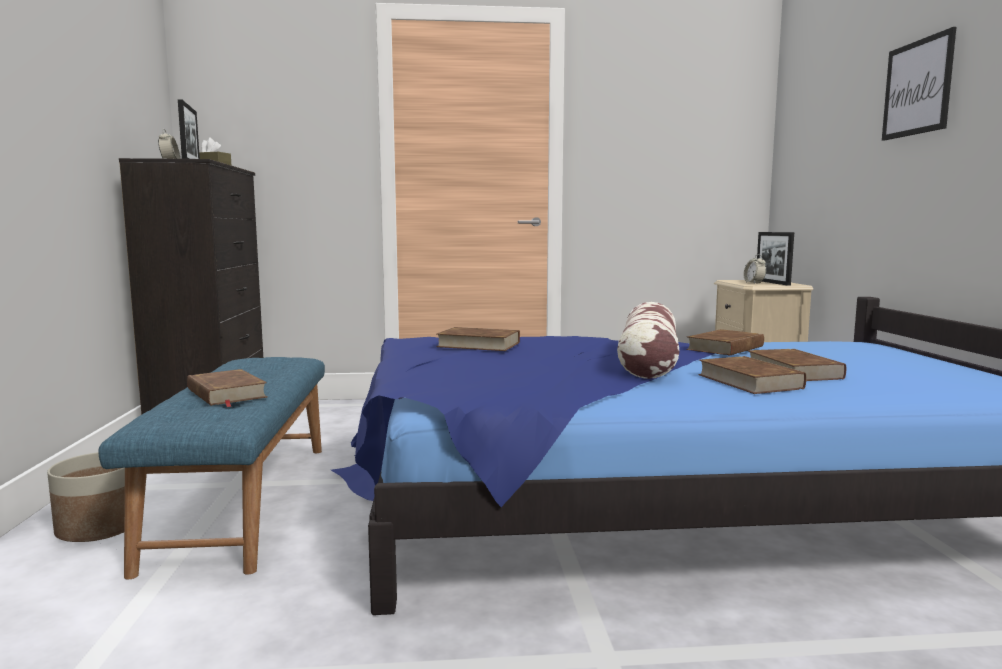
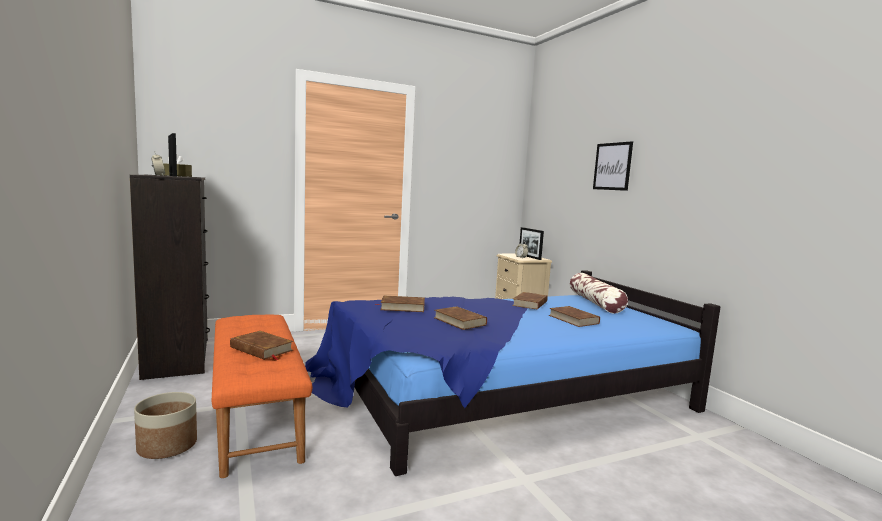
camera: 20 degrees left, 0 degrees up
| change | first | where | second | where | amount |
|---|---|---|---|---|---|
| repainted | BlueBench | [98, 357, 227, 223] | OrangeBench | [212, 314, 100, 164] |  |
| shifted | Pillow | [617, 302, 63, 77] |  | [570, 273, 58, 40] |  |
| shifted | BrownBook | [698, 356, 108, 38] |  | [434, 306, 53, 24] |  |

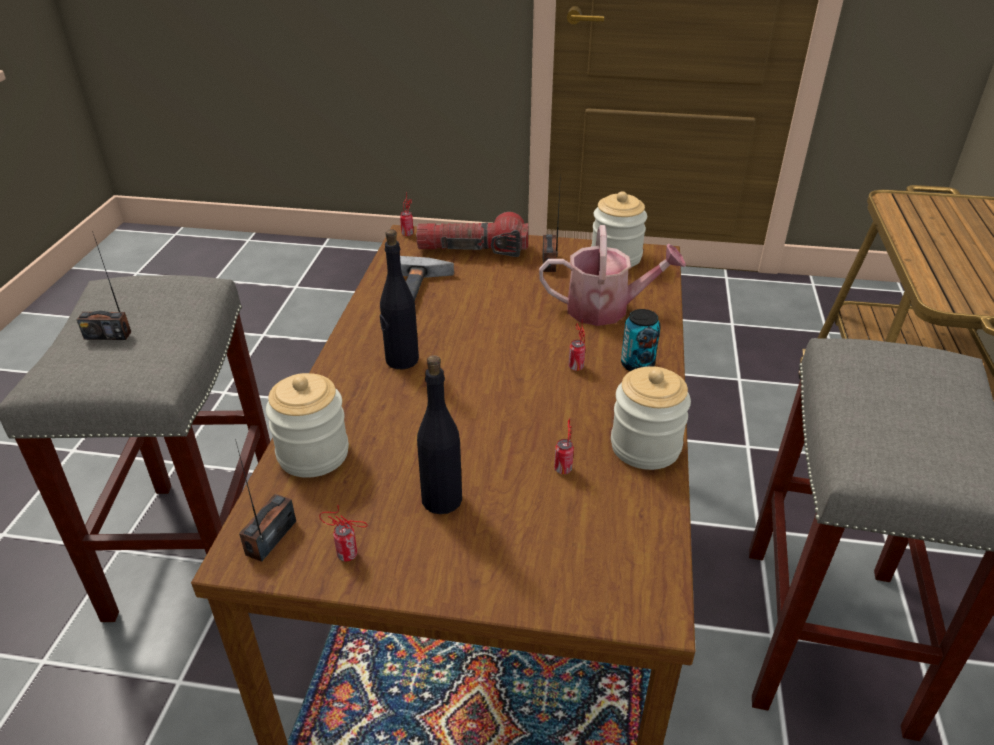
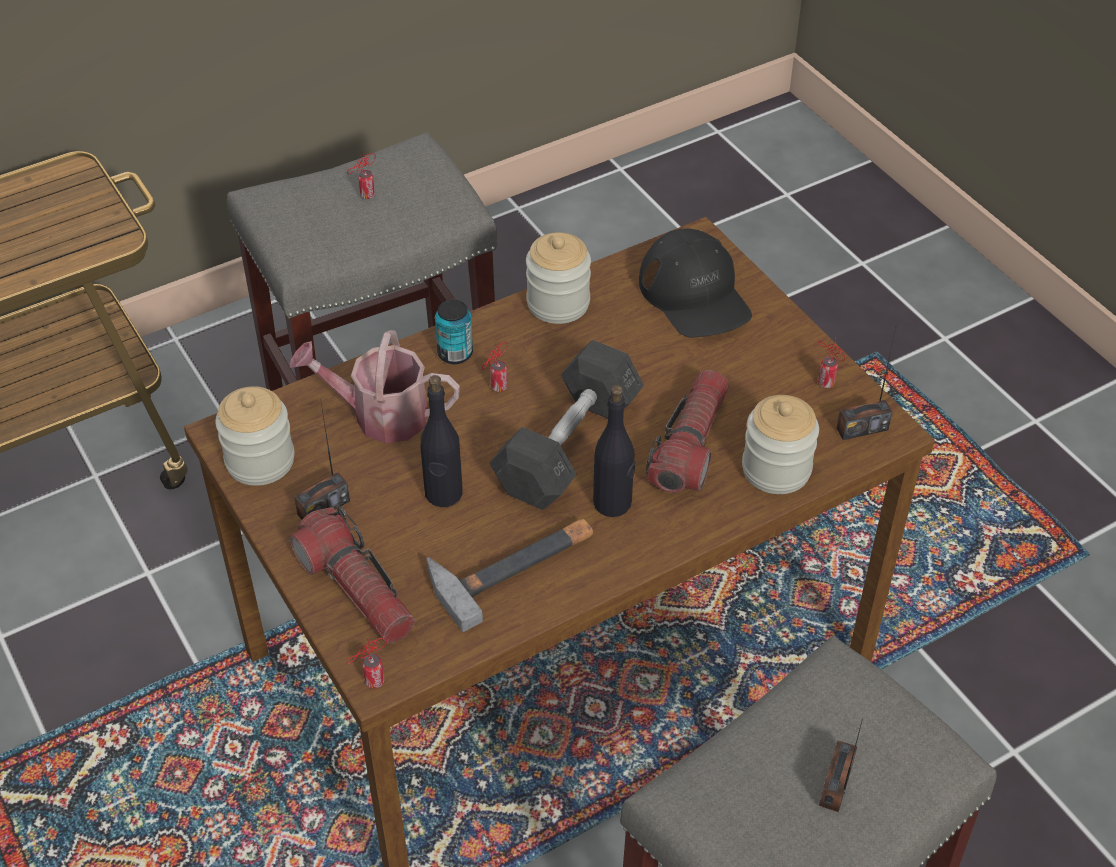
camera: 130 degrees left, 10 degrees up
| change | first | where | second | where | amount |
|---|---|---|---|---|---|
| rotated | Radio | [77, 231, 54, 109] |  | [819, 719, 44, 93] | 120 degrees counterclockwise |
| shifted | BlackBottle | [417, 355, 45, 159] |  | [421, 375, 42, 132] |  |
| rotated | WateringCan | [539, 225, 147, 101] |  | [290, 330, 170, 113] | 45 degrees counterclockwise |
| shifted | Can | [554, 418, 20, 56] |  | [347, 150, 29, 49] |  |
| new |  |  | GreyDumbbell | [489, 340, 155, 170] |  |
| new |  |  | BlackCap | [639, 229, 113, 108] |  |
| new |  |  | Flashlight | [646, 370, 83, 123] |  |

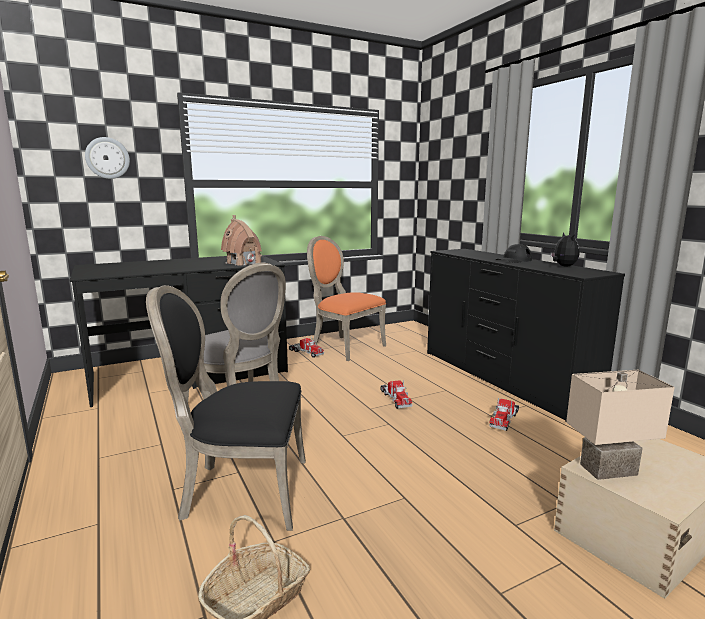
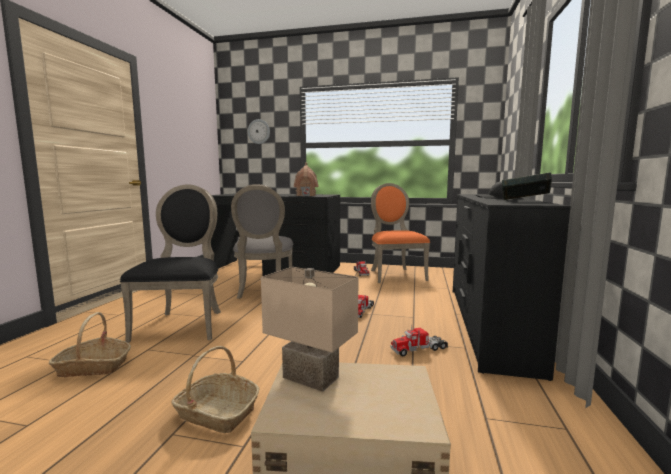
camera: 40 degrees right, 5 degrees down
| change | first | where | second | where | amount |
|---|---|---|---|---|---|
| rotated | BlackChair | [146, 285, 160, 246] |  | [120, 184, 101, 159] | 45 degrees clockwise |
| swapped | PlushToy | [550, 233, 29, 34] | Book | [502, 173, 50, 27] |  |
| new |  |  | Basket | [171, 346, 89, 87] |  |

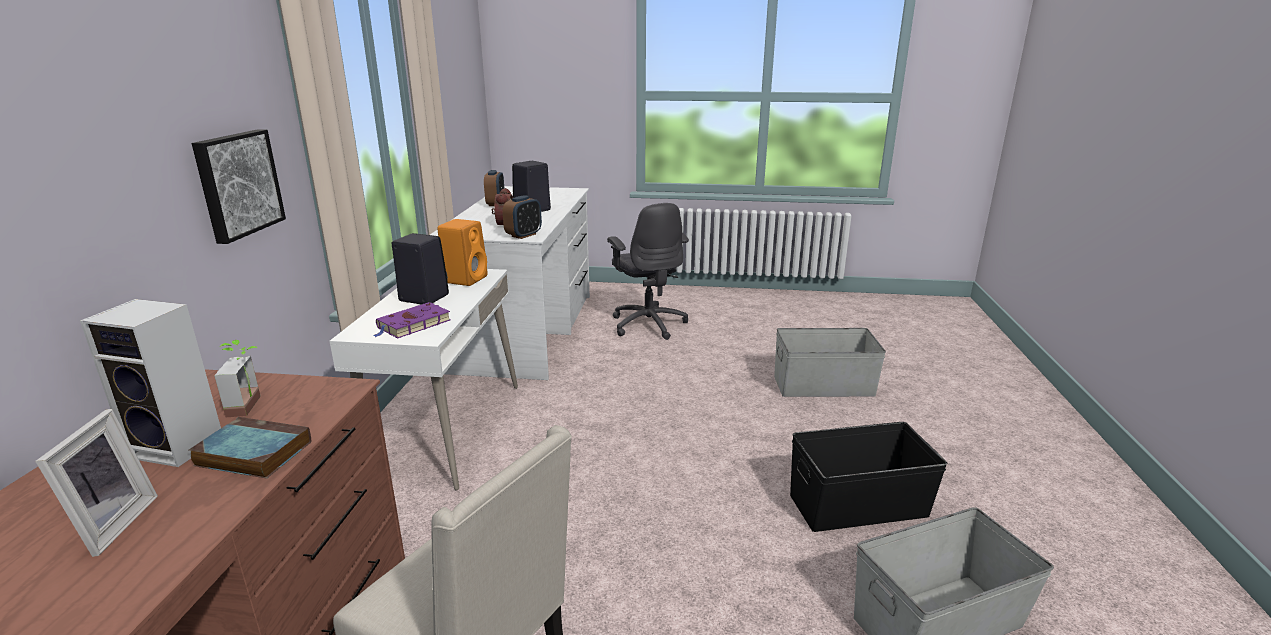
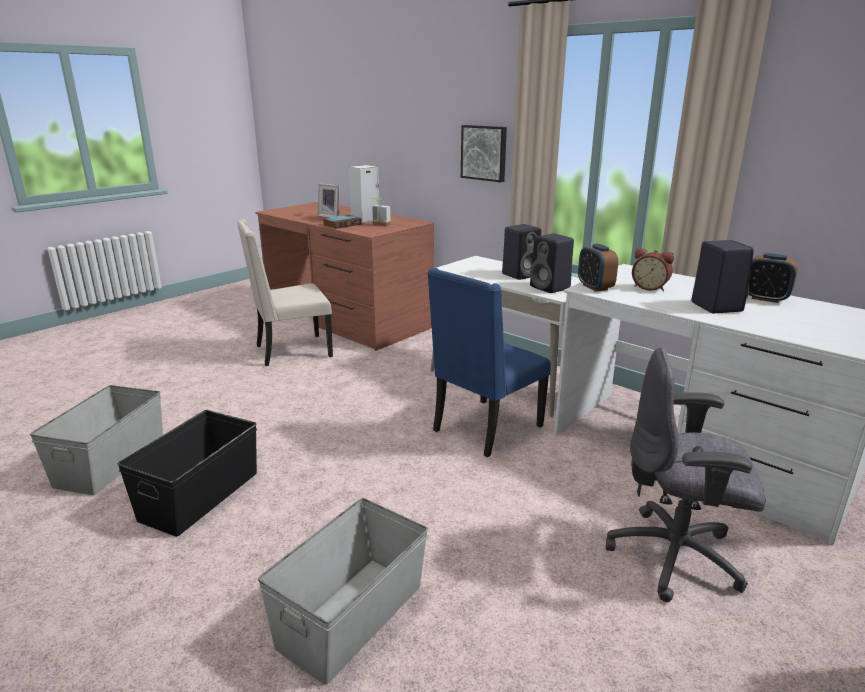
camera: 125 degrees right, 0 degrees up
| change | first | where | second | where | amount |
|---|---|---|---|---|---|
| gone | PurpleBook | [373, 302, 78, 36] |  |  |  |
| repainted | OrangeSpeaker | [437, 219, 51, 67] | BlackSpeaker | [530, 233, 44, 60] |  |
| new |  |  | BlueChair | [427, 268, 124, 189] |  |

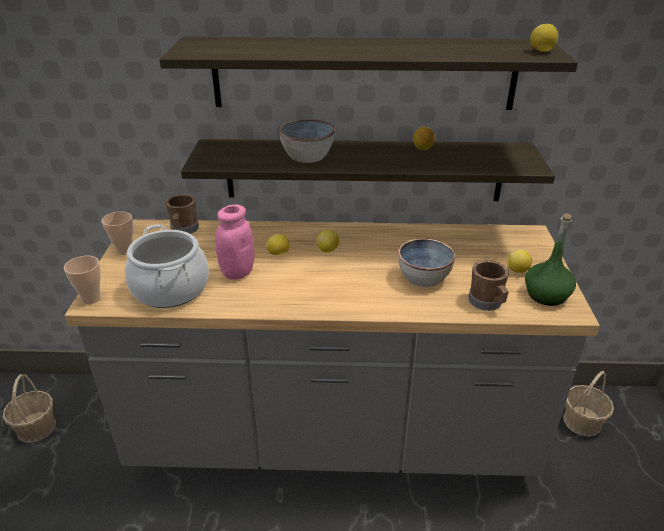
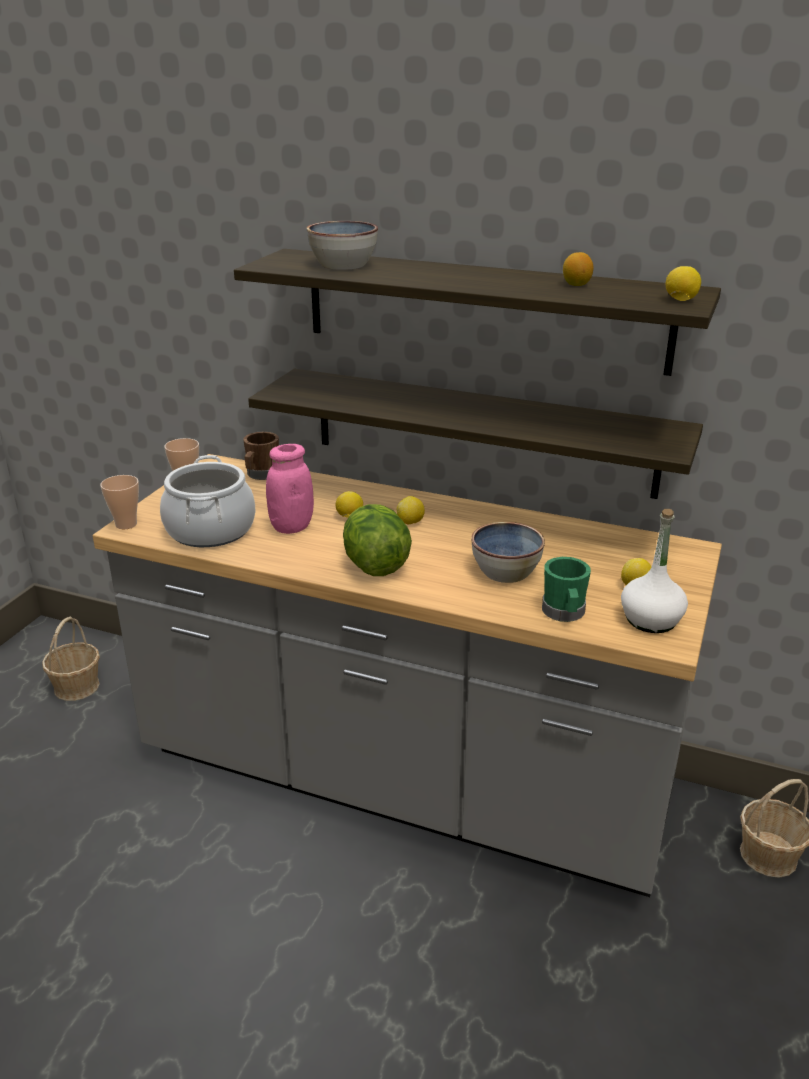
camera: 20 degrees right, 5 degrees down
| change | first | where | second | where | amount |
|---|---|---|---|---|---|
| shifted | Bowl | [279, 119, 56, 44] |  | [307, 221, 71, 49] |  |
| shifted | Lemon | [413, 127, 22, 24] |  | [563, 252, 30, 34] |  |
| repainted | BrownMug | [468, 260, 41, 51] | GreenMug | [542, 557, 49, 65] |  |
| repainted | GreenBottle | [525, 213, 51, 93] | WhiteBottle | [621, 509, 67, 124] |  |
| new |  |  | Lettuce | [343, 504, 69, 72] |  |

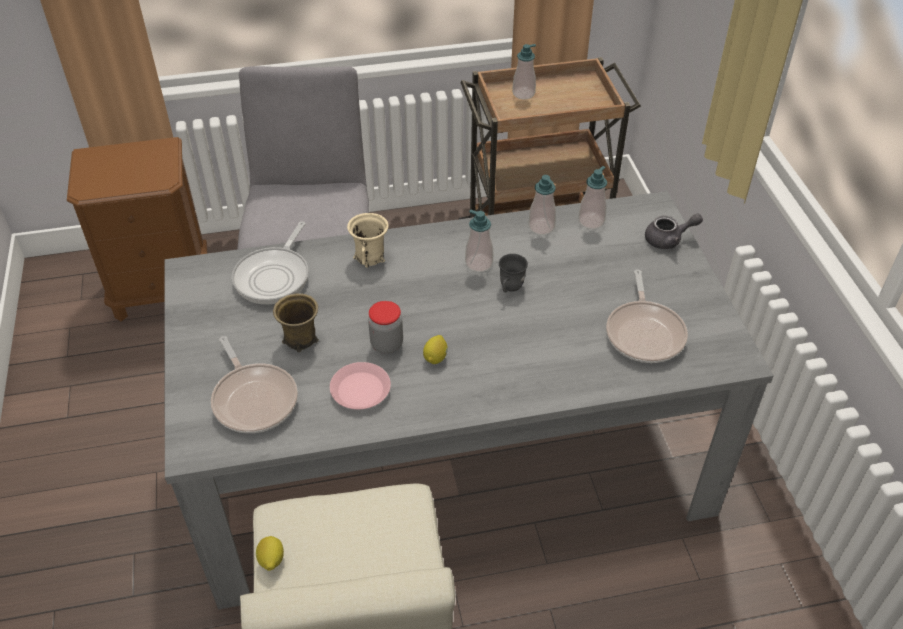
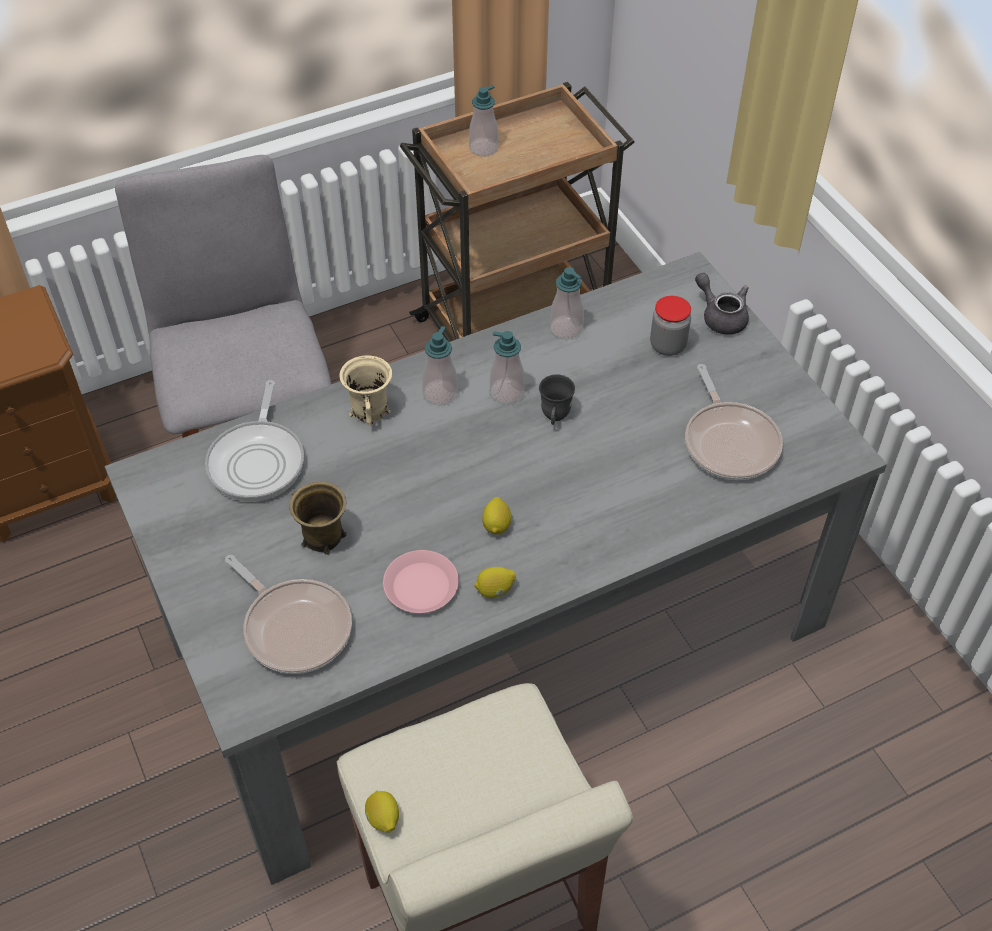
camera: 15 degrees left, 5 degrees up
| change | first | where | second | where | amount |
|---|---|---|---|---|---|
| shifted | Jar | [368, 301, 35, 53] |  | [650, 296, 41, 60] |  |
| shifted | SoapDispenser | [578, 166, 29, 63] |  | [422, 326, 36, 79] |  |
| rotated | GreyTeapot | [645, 213, 58, 36] |  | [695, 273, 54, 62] | 105 degrees counterclockwise |
| new |  |  | Lemon | [474, 567, 42, 31] |  |

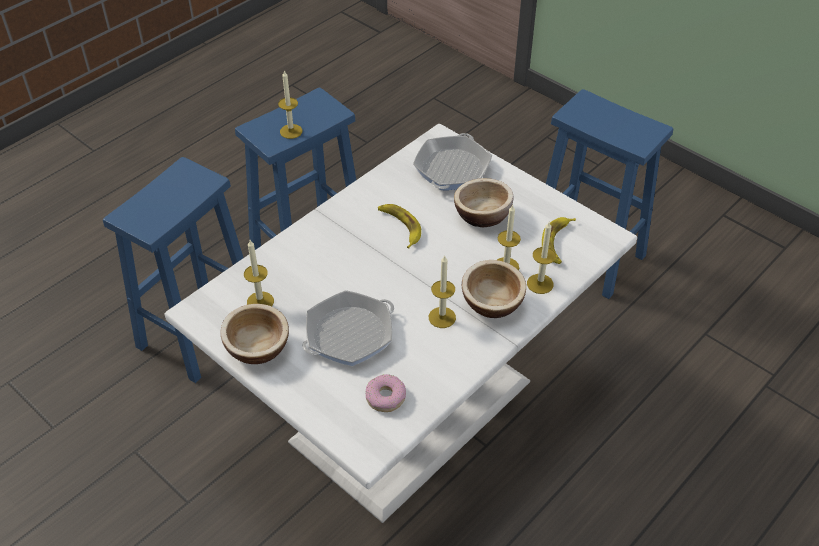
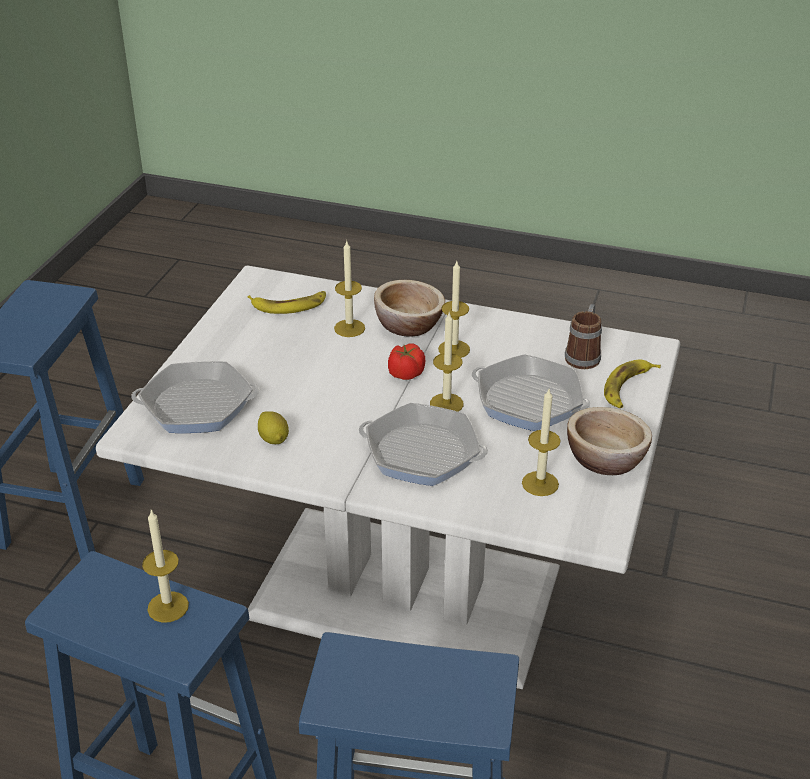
camera: 115 degrees left, 10 degrees down
| change | first | where | second | where | amount |
|---|---|---|---|---|---|
| swapped | Donut | [366, 374, 40, 38] | Mug | [565, 304, 37, 65] |  |
| shifted | Banana | [378, 204, 43, 44] |  | [604, 359, 57, 49] |  |
| gone | Bowl | [454, 178, 59, 49] |  |  |  |
| shifted | Candle | [527, 222, 29, 72] |  | [430, 313, 34, 99] |  |
| new |  |  | Lemon | [258, 411, 31, 33] |  |
| new |  |  | FryingPan | [359, 403, 129, 83] |  |
| new |  |  | Tomato | [388, 343, 37, 37] |  |

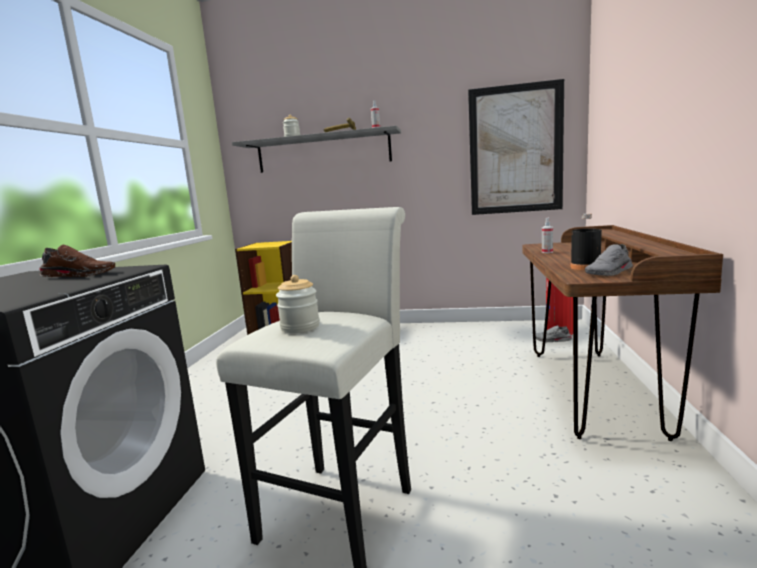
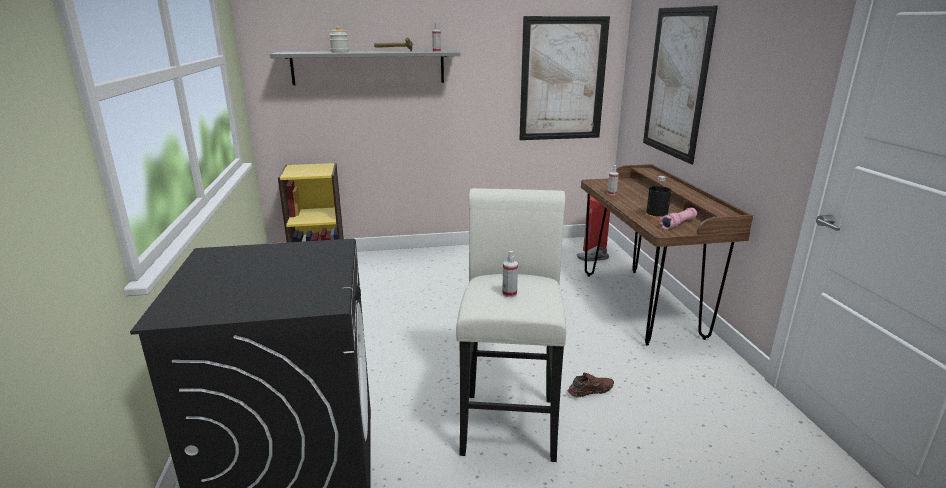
camera: 20 degrees left, 10 degrees up
| change | first | where | second | where | amount |
|---|---|---|---|---|---|
| shifted | BrownShoe | [39, 245, 76, 32] |  | [568, 372, 46, 26] |  |
| swapped | Jar | [276, 275, 44, 58] | SprayBottle | [502, 251, 16, 46] |  |
| swapped | GreyShoe | [585, 244, 48, 32] | PinkFlashlight | [659, 208, 38, 21] |  |
| new |  |  | Picture | [643, 5, 75, 160] |  |

